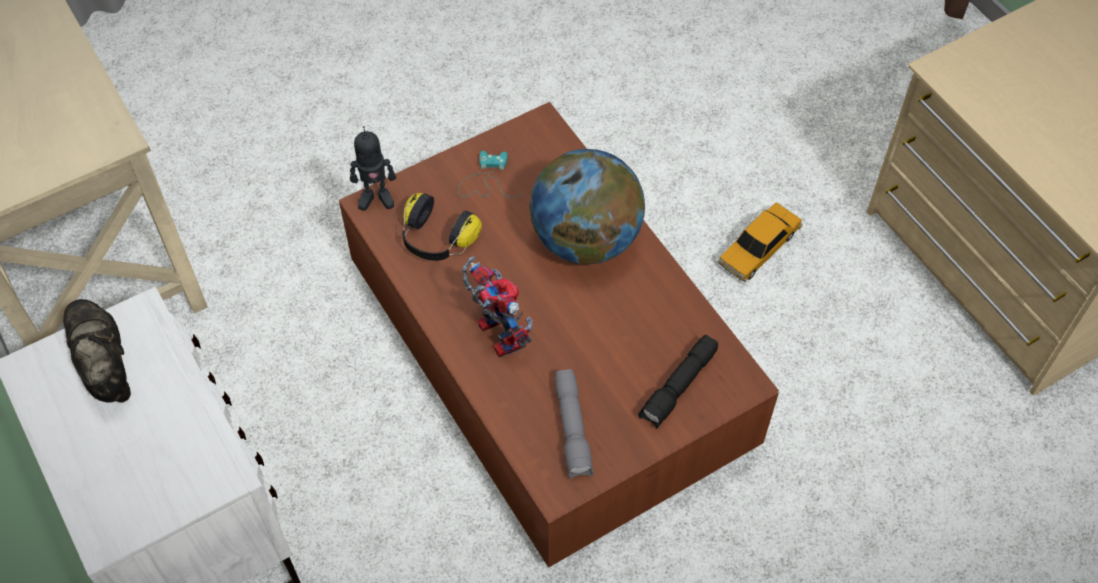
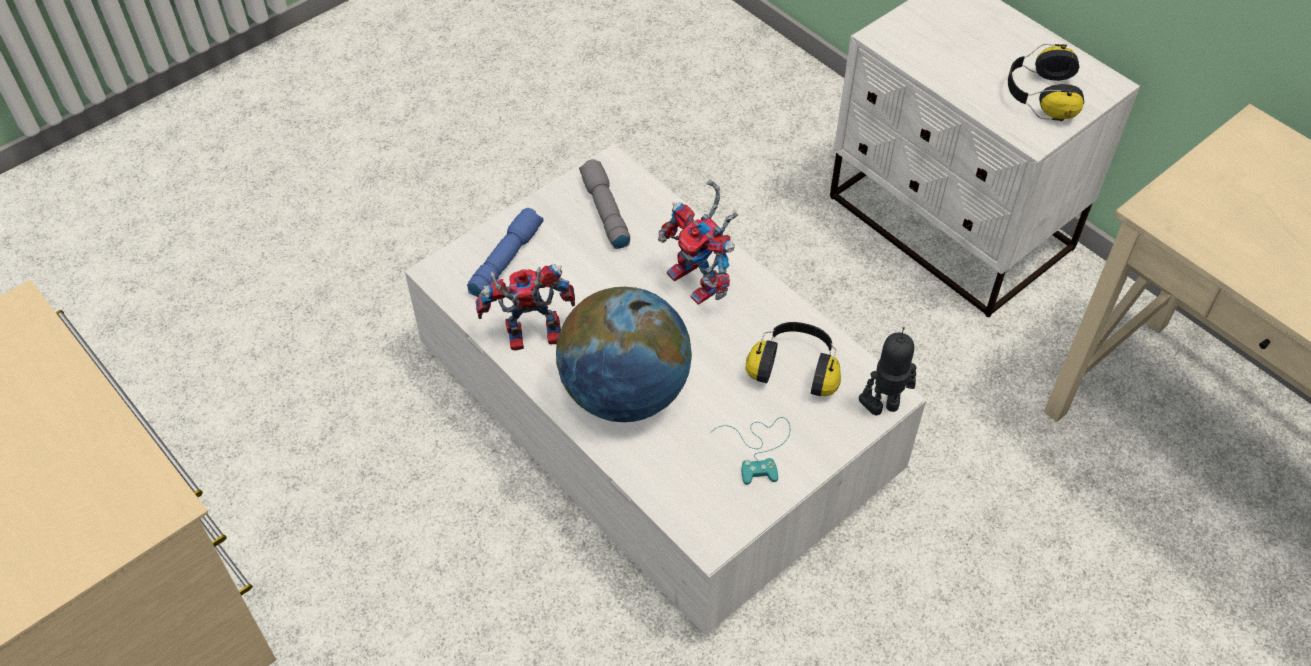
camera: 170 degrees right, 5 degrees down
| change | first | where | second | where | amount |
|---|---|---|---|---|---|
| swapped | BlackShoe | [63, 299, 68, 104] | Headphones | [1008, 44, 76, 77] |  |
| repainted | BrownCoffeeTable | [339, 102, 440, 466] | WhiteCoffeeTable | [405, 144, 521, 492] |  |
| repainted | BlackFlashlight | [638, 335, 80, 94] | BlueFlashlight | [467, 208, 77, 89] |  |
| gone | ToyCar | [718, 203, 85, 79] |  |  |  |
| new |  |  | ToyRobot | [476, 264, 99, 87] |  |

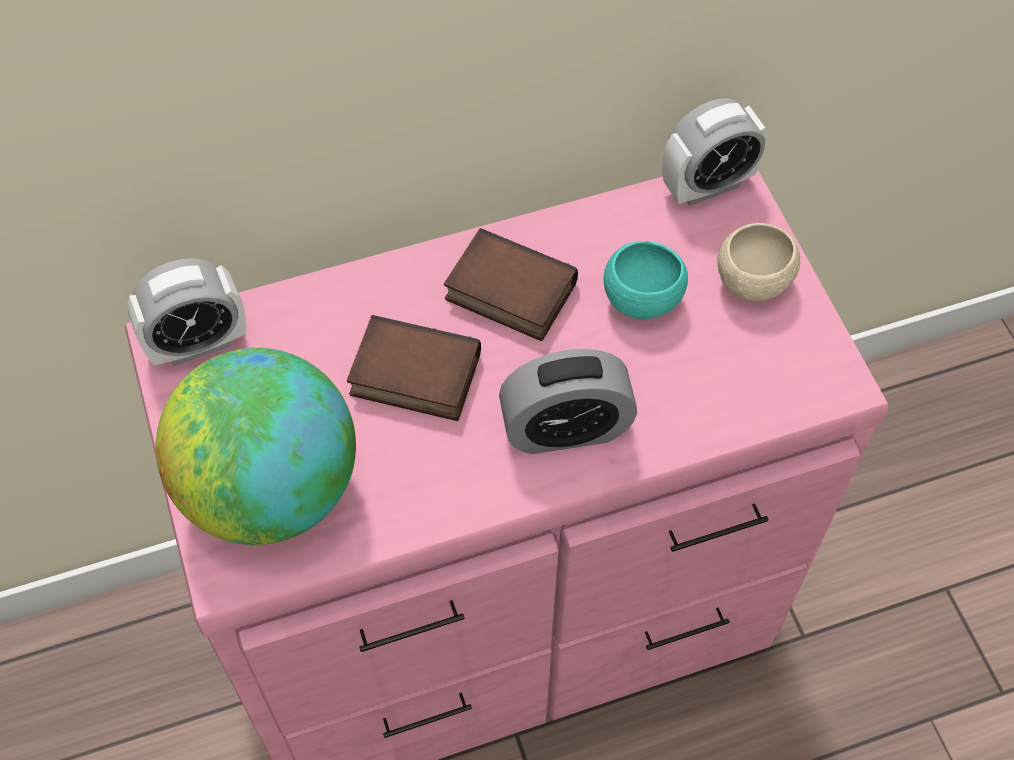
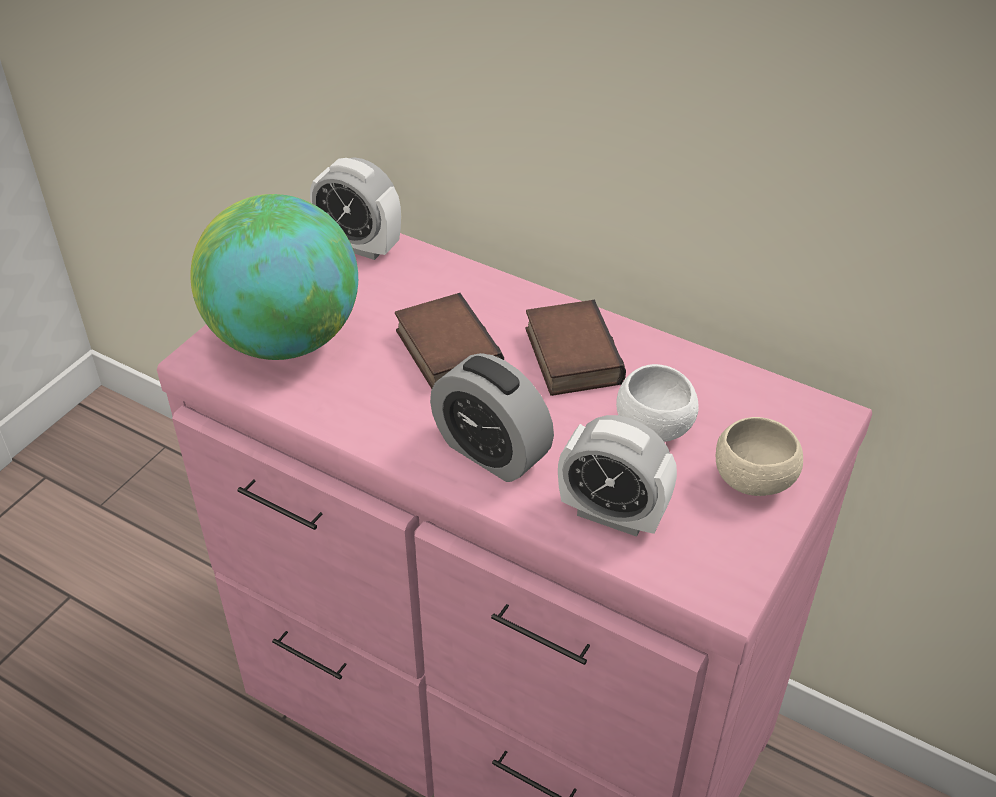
camera: 50 degrees right, 15 degrees down
| change | first | where | second | where | amount |
|---|---|---|---|---|---|
| repainted | TurquoiseBowl | [604, 241, 84, 78] | WhiteBowl | [616, 364, 83, 78] |  |
| shifted | AlarmClock | [662, 98, 106, 108] |  | [558, 415, 119, 122] |  |

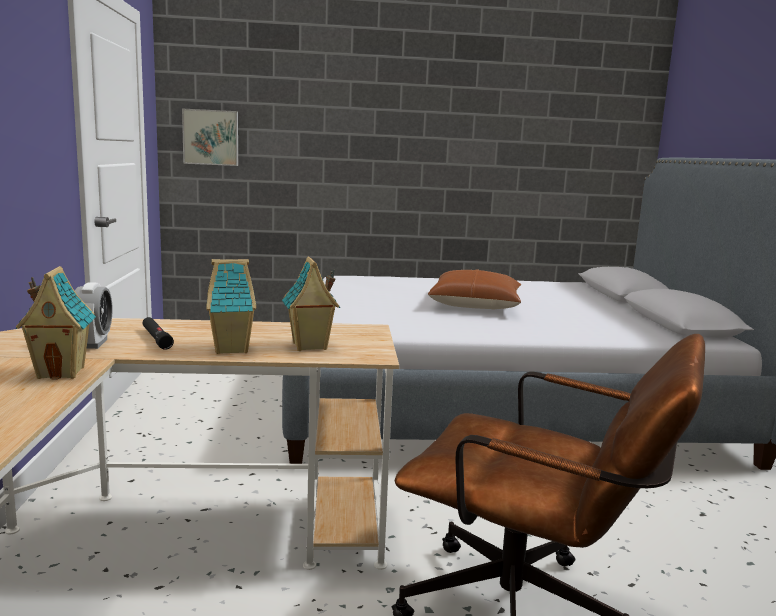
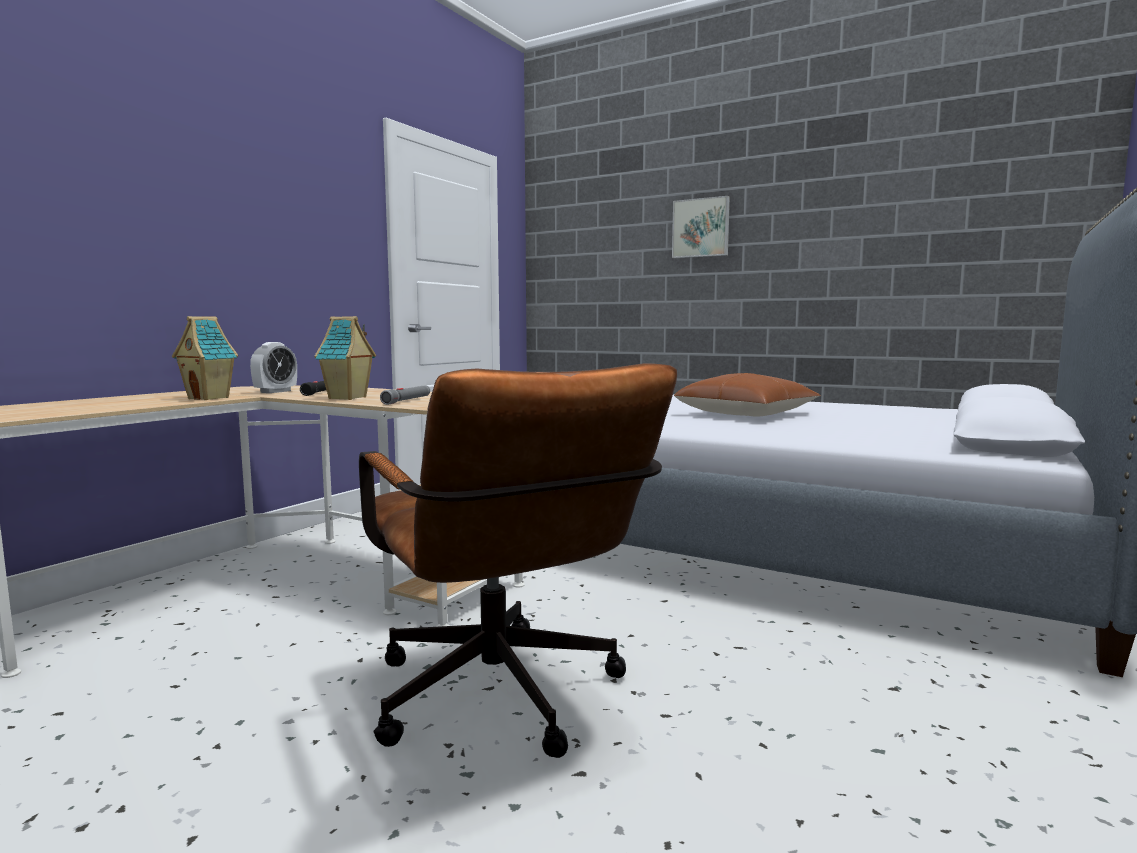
camera: 35 degrees right, 5 degrees down
| change | first | where | second | where | amount |
|---|---|---|---|---|---|
| shifted | Picture | [182, 109, 56, 57] |  | [672, 196, 58, 62] |  |
| swapped | ToyHouse | [282, 256, 58, 95] | GreyFlashlight | [380, 385, 50, 20] |  |

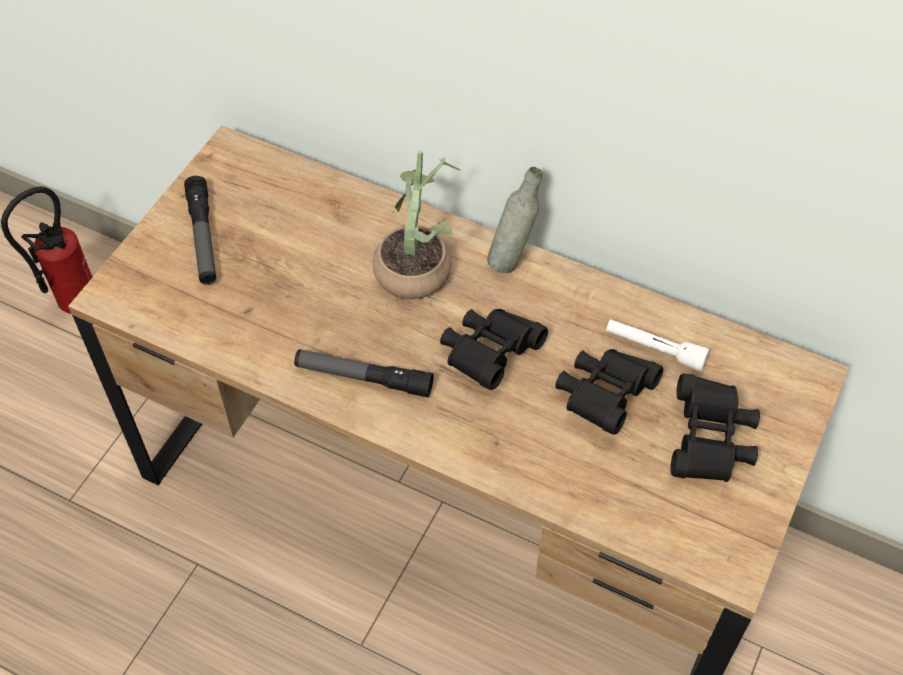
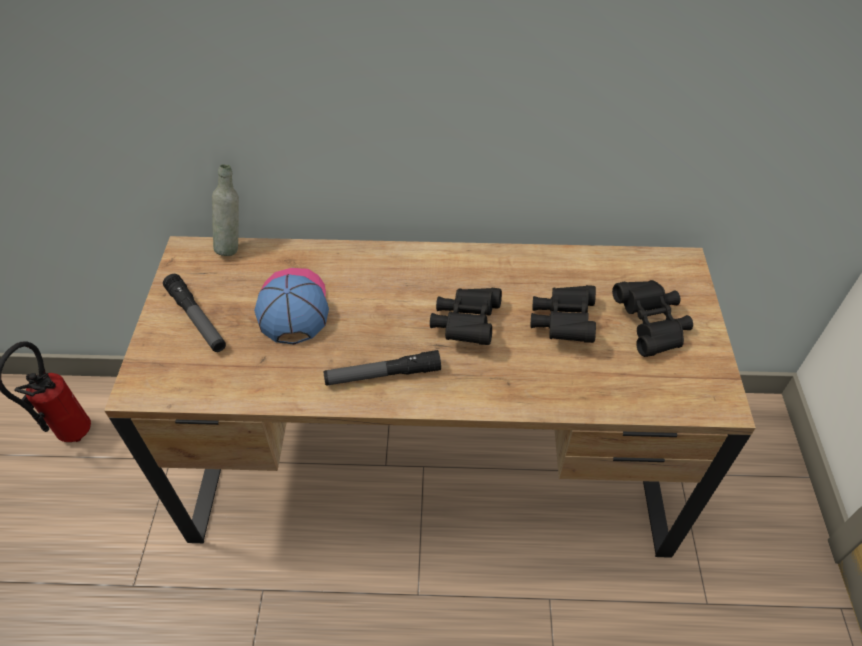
camera: 25 degrees left, 5 degrees down
| change | first | where | second | where | amount |
|---|---|---|---|---|---|
| gone | PottedPlant | [373, 151, 88, 148] |  |  |  |
| shifted | GreyBottle | [487, 167, 55, 106] |  | [212, 164, 27, 92] |  |
| gone | WhiteFlashlight | [606, 319, 103, 53] |  |  |  |
| new |  |  | Cap | [254, 268, 75, 77] |  |

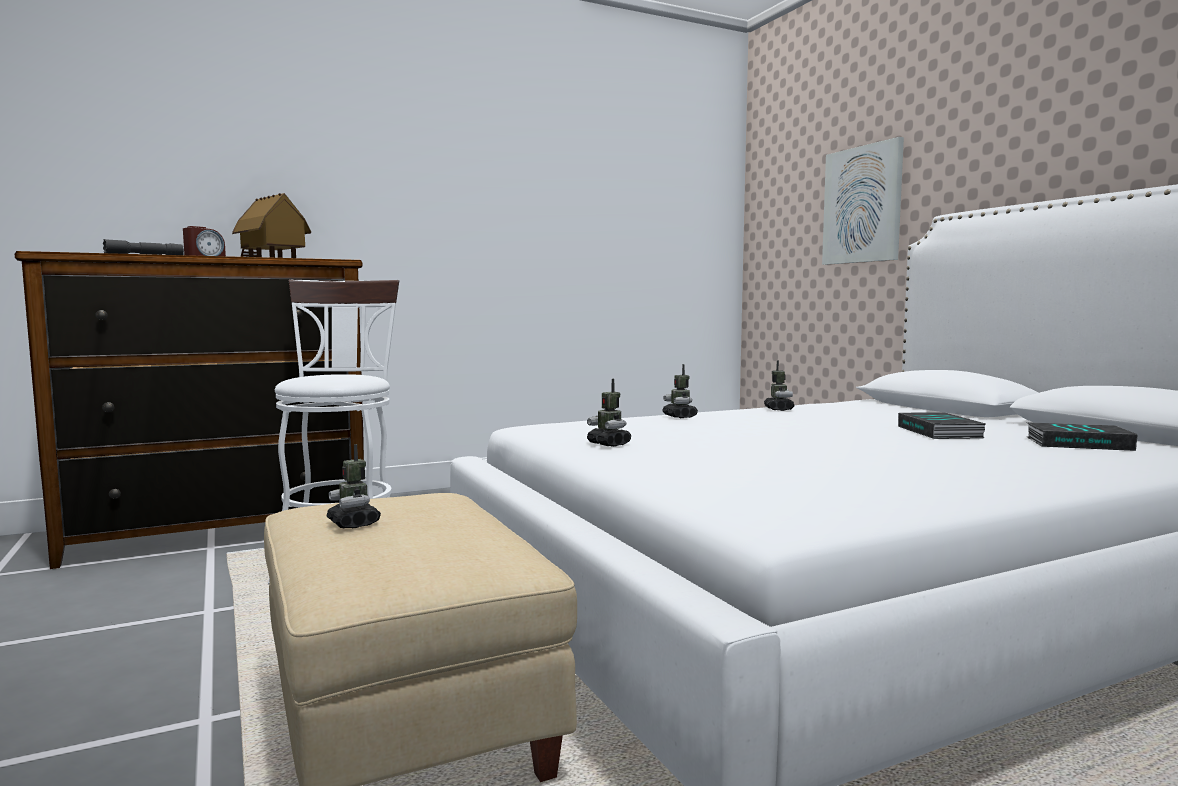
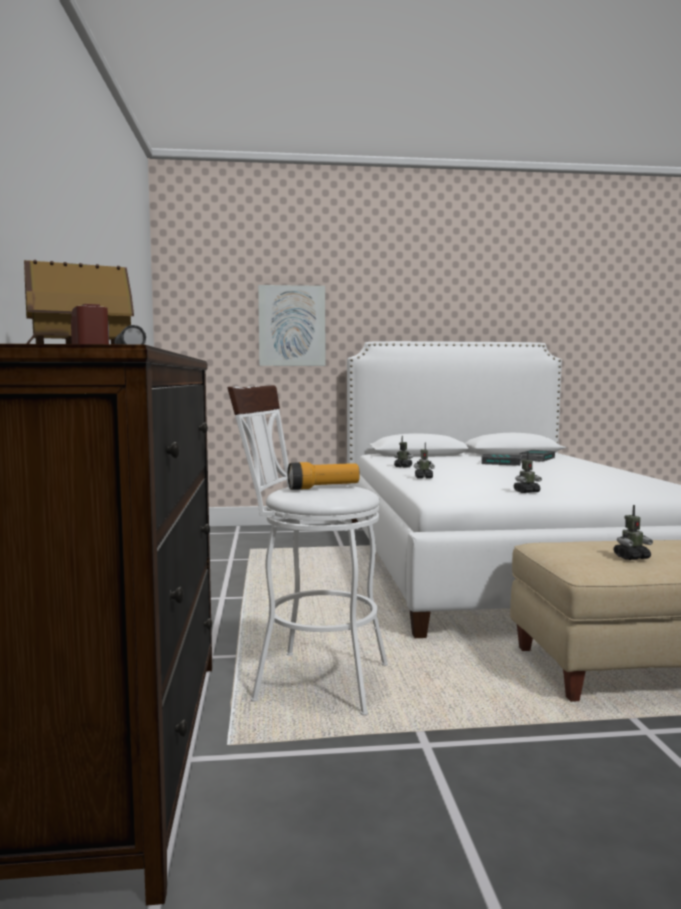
camera: 70 degrees left, 0 degrees up
| change | first | where | second | where | amount |
|---|---|---|---|---|---|
| new |  |  | Flashlight | [288, 462, 72, 28] |  |

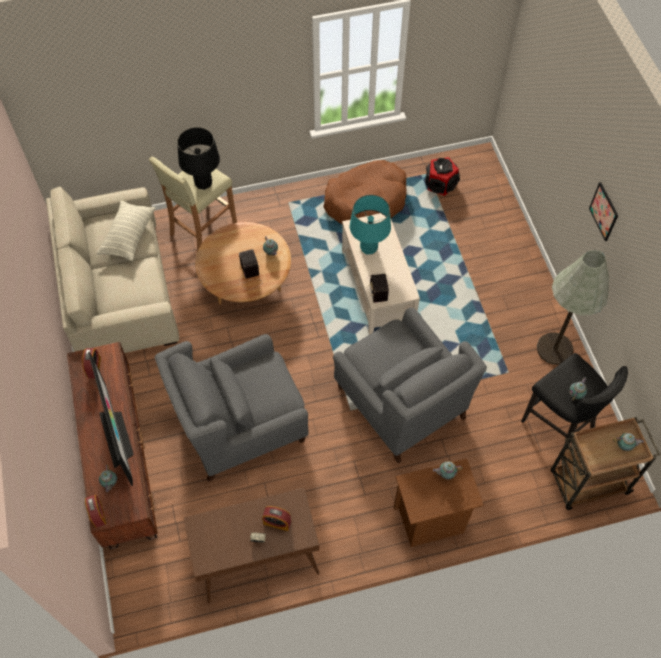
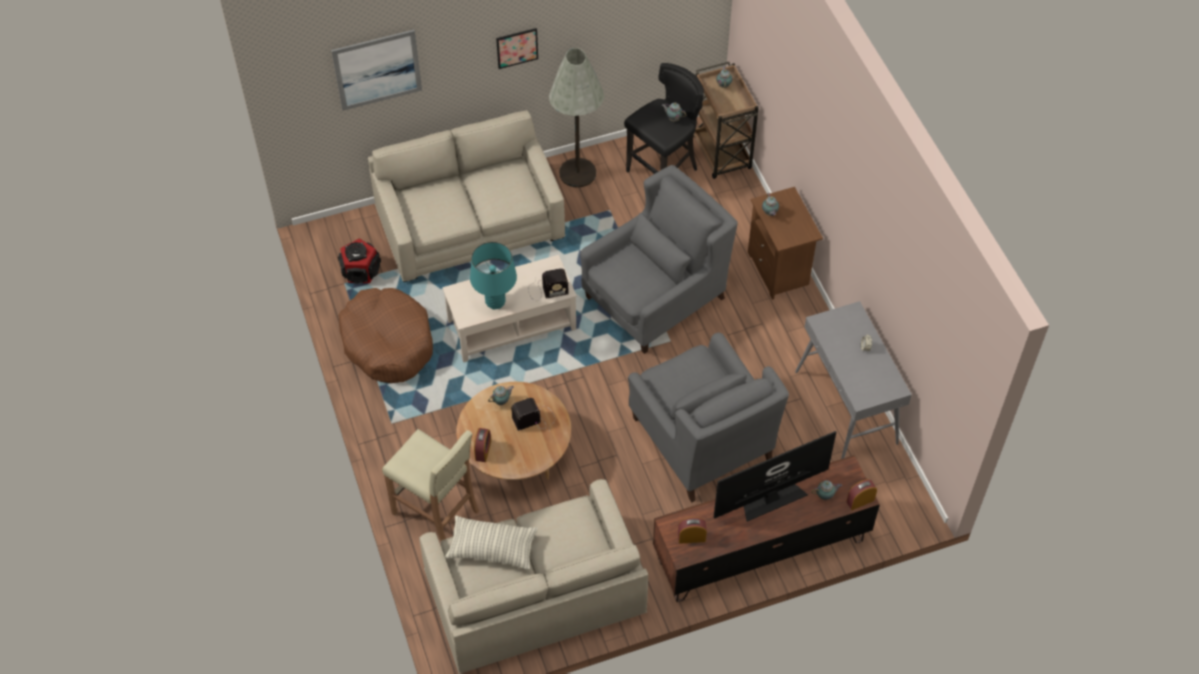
camera: 95 degrees left, 5 degrees down
| change | first | where | second | where | amount |
|---|---|---|---|---|---|
| gone | BlackTableLamp | [177, 127, 43, 63] |  |  |  |
| repainted | BrownConsoleTable | [183, 488, 137, 115] | GreyConsoleTable | [795, 301, 117, 158] |  |
| shifted | AlarmClock | [262, 506, 29, 25] |  | [474, 428, 17, 34] |  |
| new |  |  | Picture | [331, 30, 91, 81] |  |
| new |  |  | BeigeSofa | [368, 110, 198, 172] |  |

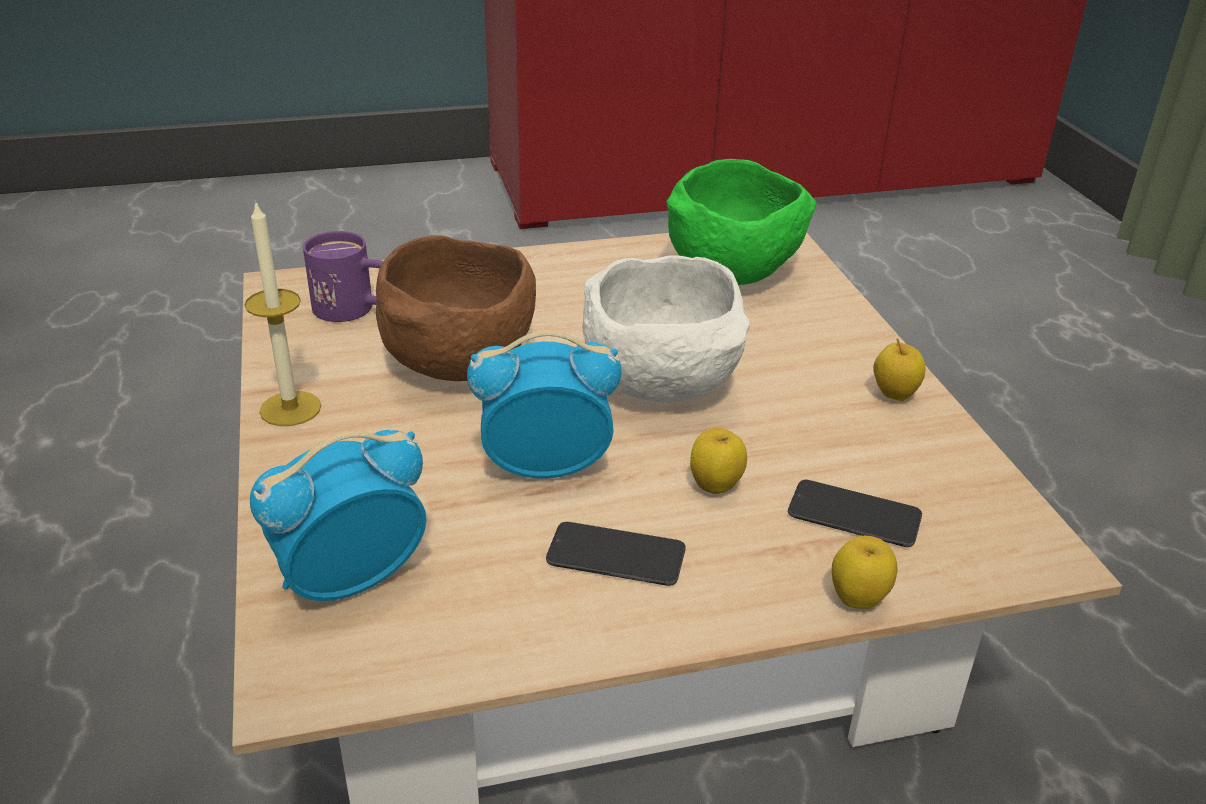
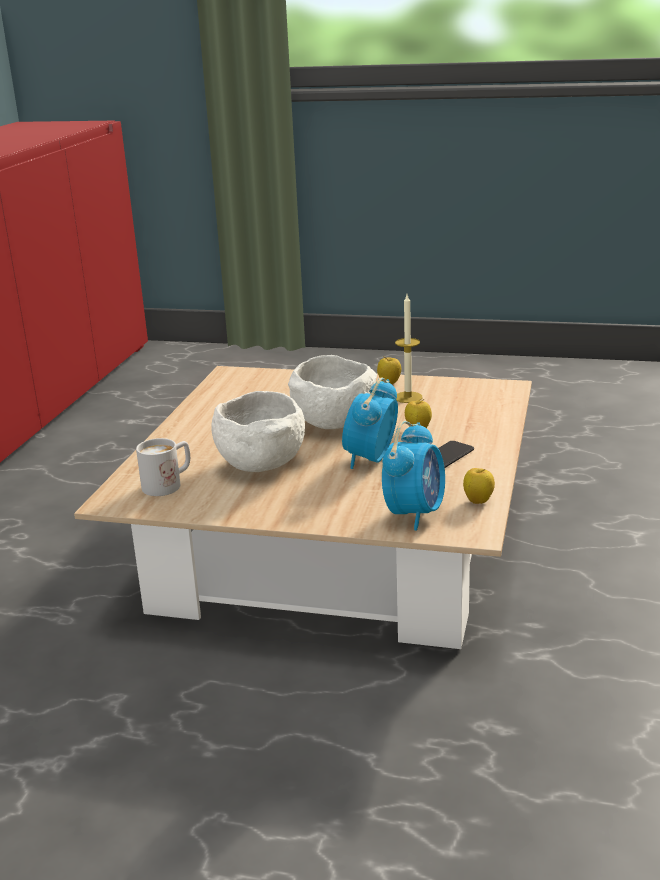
camera: 60 degrees left, 10 degrees down
| change | first | where | second | where | amount |
|---|---|---|---|---|---|
| shifted | Candle | [244, 200, 77, 226] |  | [395, 295, 27, 108] |  |
| rotated | AlarmClock | [250, 430, 177, 171] |  | [382, 421, 63, 110] | 150 degrees counterclockwise |
| repainted | PurpleMug | [303, 231, 80, 91] | WhiteMug | [136, 438, 54, 58] |  |
| repainted | BrownBowl | [376, 235, 160, 146] | WhiteBowl | [211, 391, 94, 81] |  |
| gone | GreenBowl | [666, 159, 150, 126] |  |  |  |
| gone | Phone | [788, 480, 134, 67] |  |  |  |
| shifted | Apple | [832, 536, 65, 73] |  | [463, 468, 32, 36] |  |

